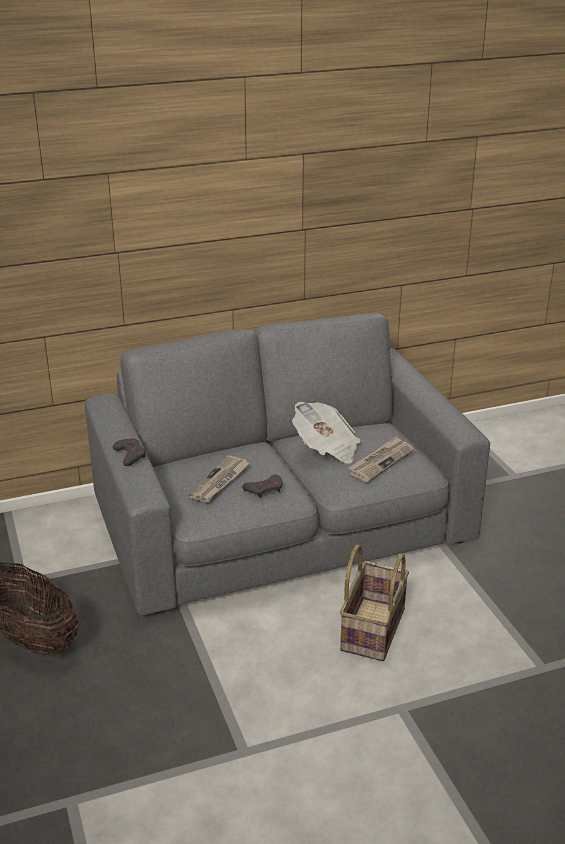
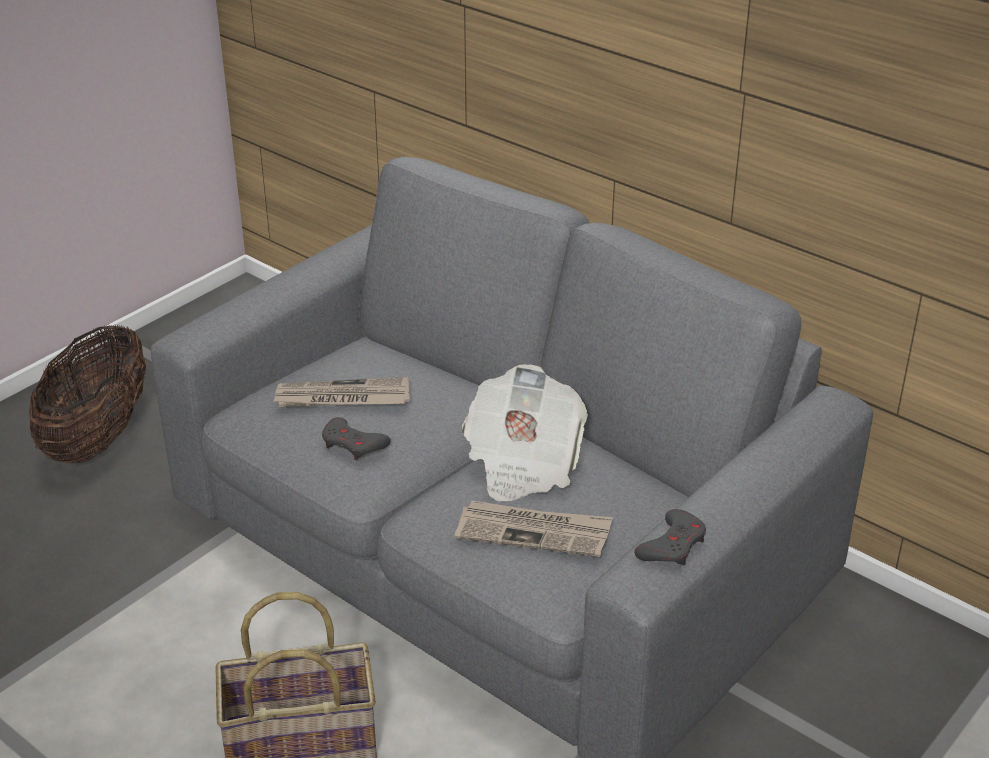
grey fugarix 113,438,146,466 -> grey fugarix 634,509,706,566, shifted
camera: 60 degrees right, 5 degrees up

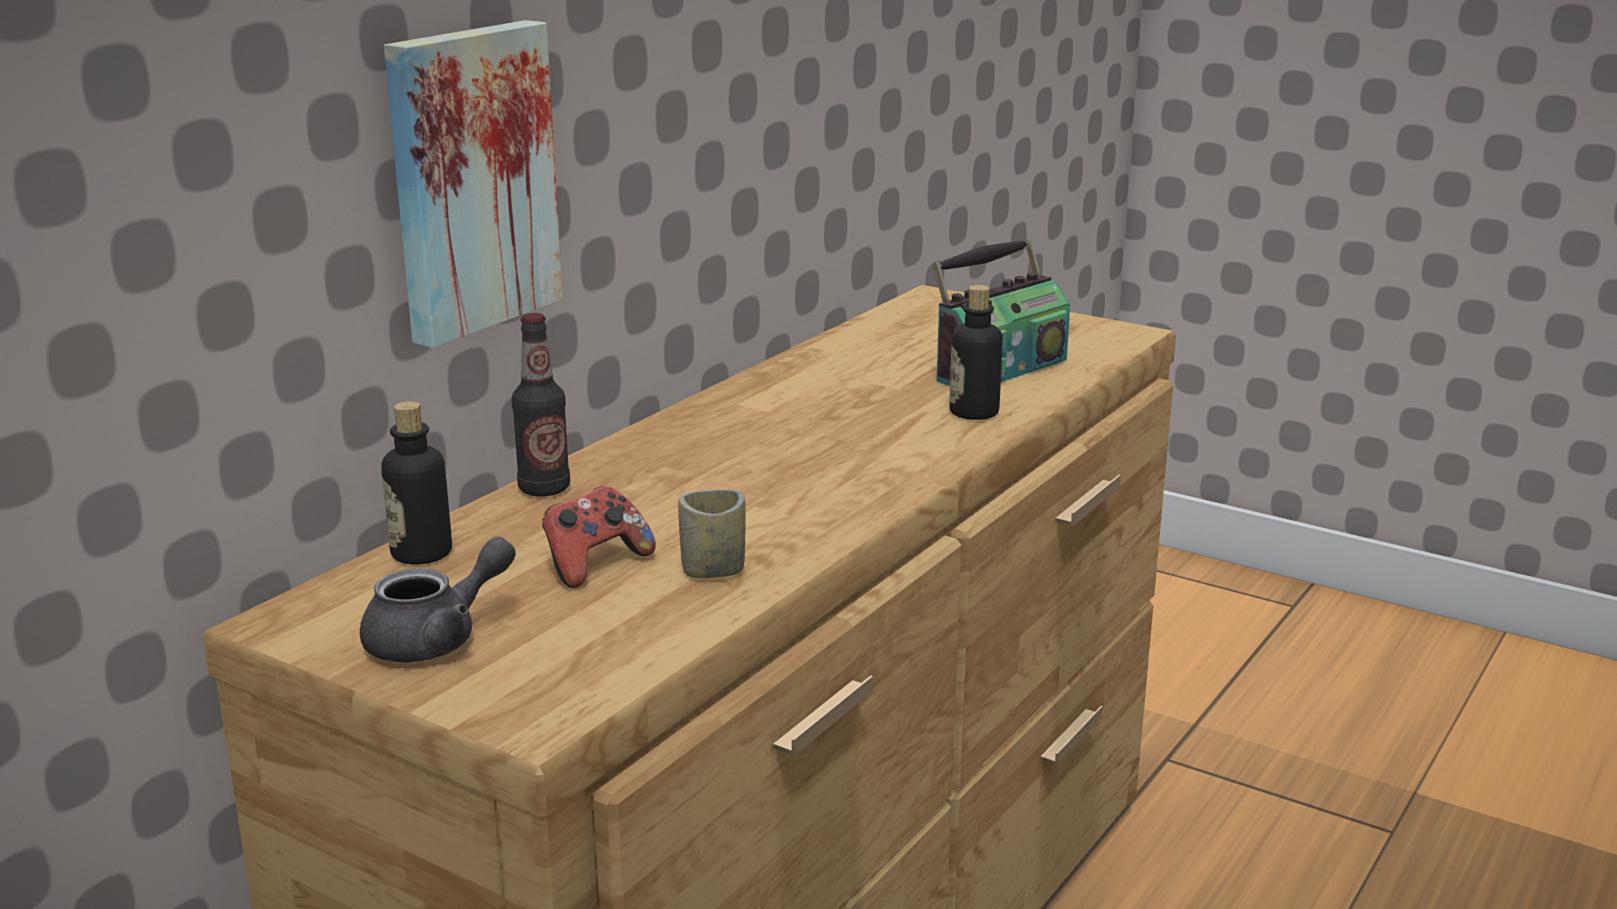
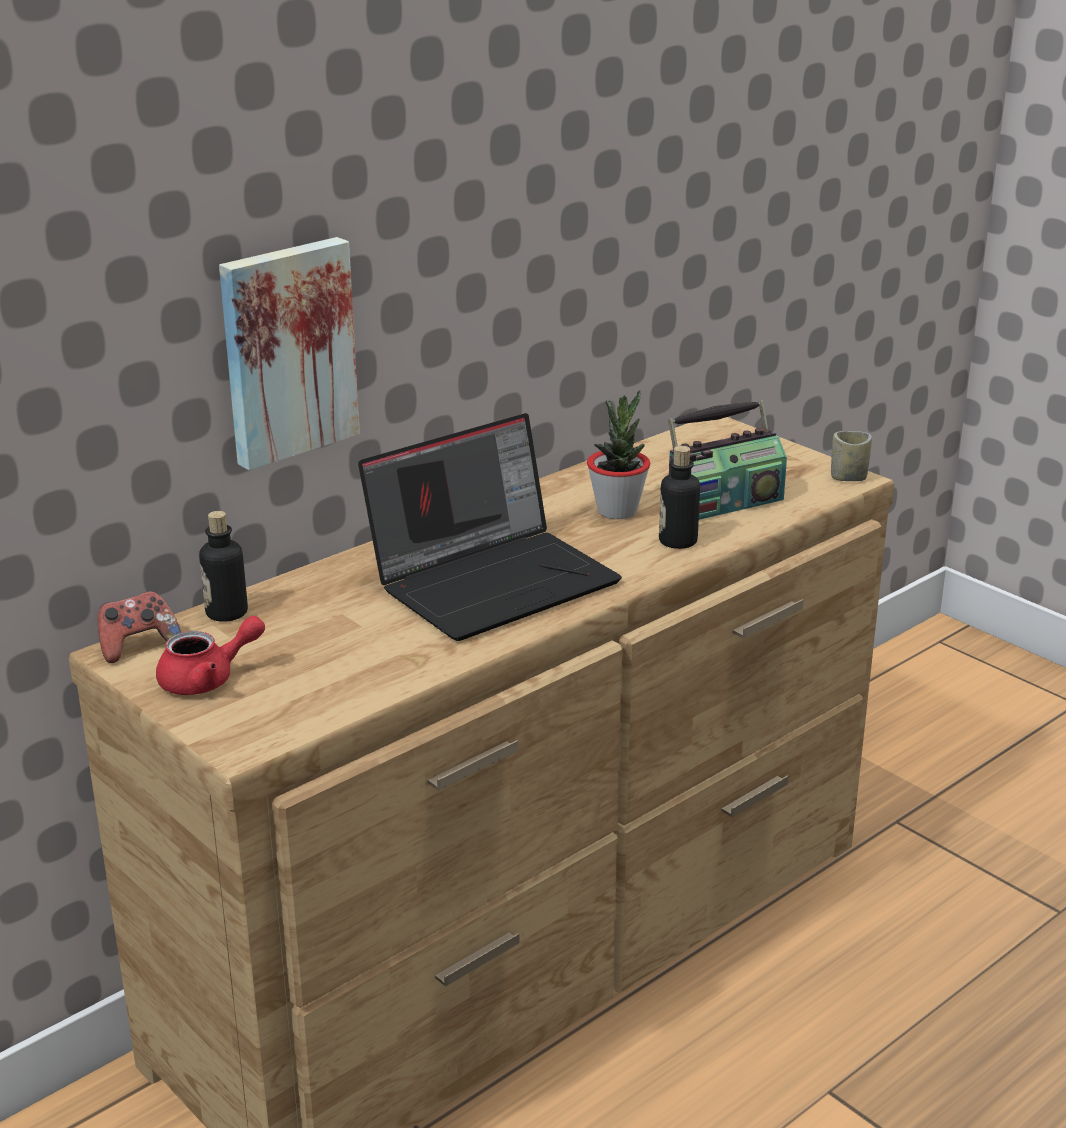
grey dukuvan 360,537,516,662 -> red dukuvan 156,616,265,695
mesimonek 512,313,570,496 -> none
fugarix 542,486,656,588 -> fugarix 97,591,181,663, shifted
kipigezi 678,489,746,578 -> kipigezi 831,431,872,481, shifted
none -> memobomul 358,413,622,641
none -> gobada 587,390,650,519
camera: 15 degrees right, 5 degrees up

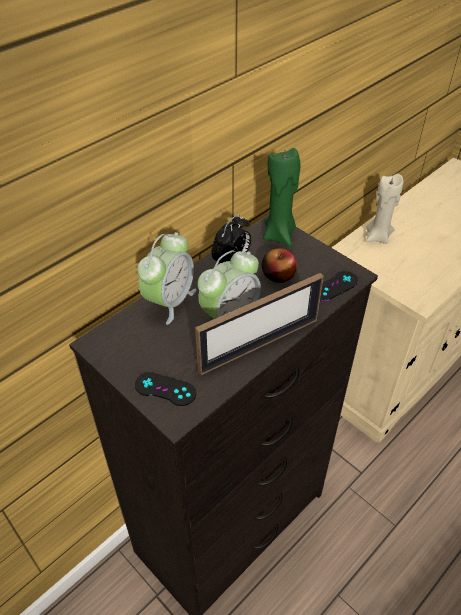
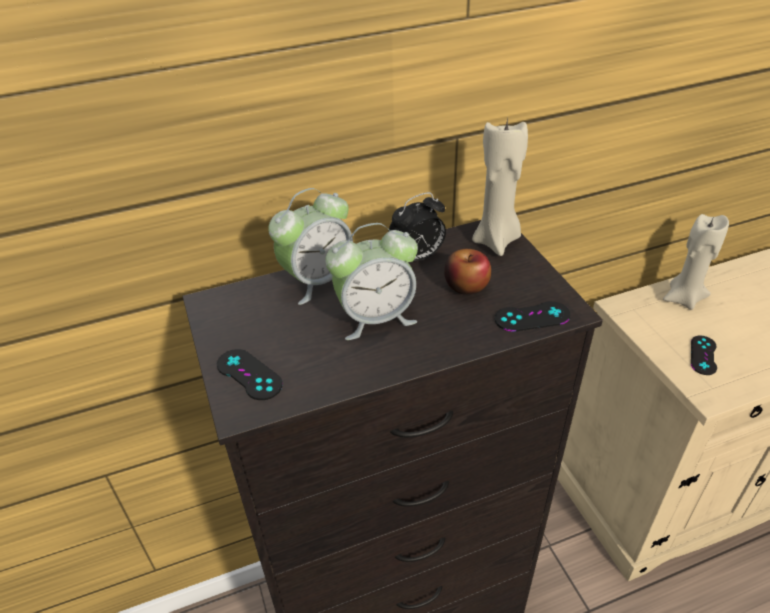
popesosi 195,273,324,375 -> none
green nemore 263,148,300,247 -> beige nemore 472,117,528,256
none -> black fugarix 691,335,717,375
camera: 25 degrees right, 5 degrees down

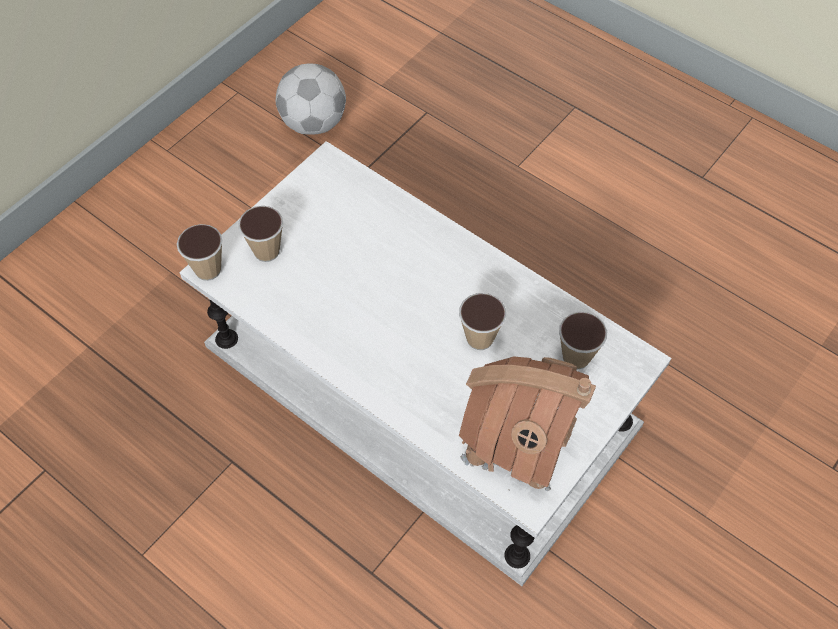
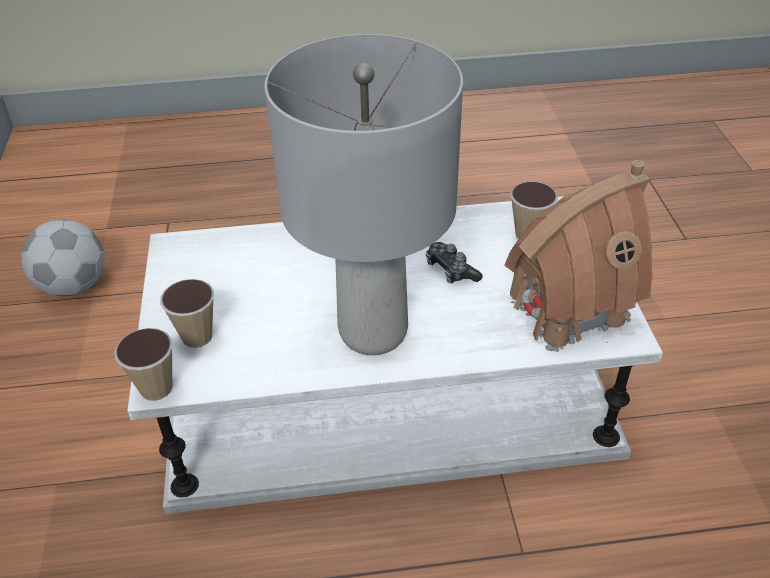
kipigezi 459,293,506,350 -> fugarix 426,242,483,284
none -> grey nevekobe 264,34,463,355
camera: 45 degrees left, 15 degrees down

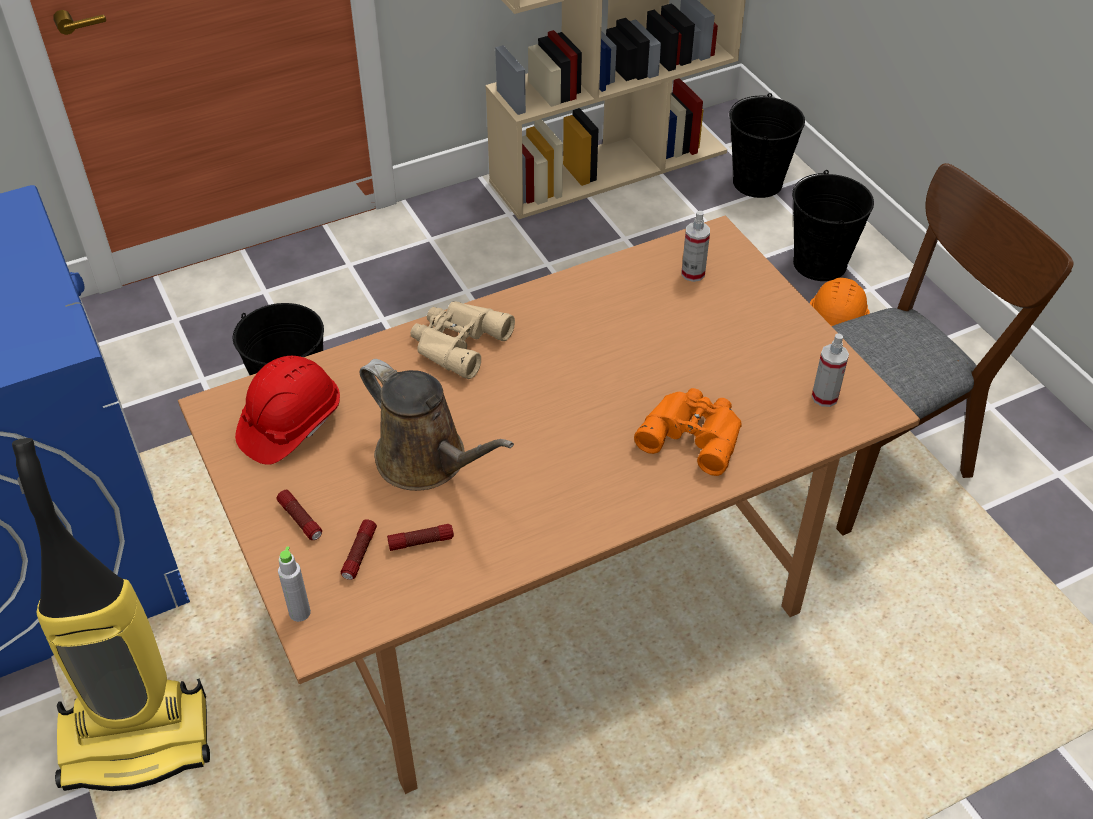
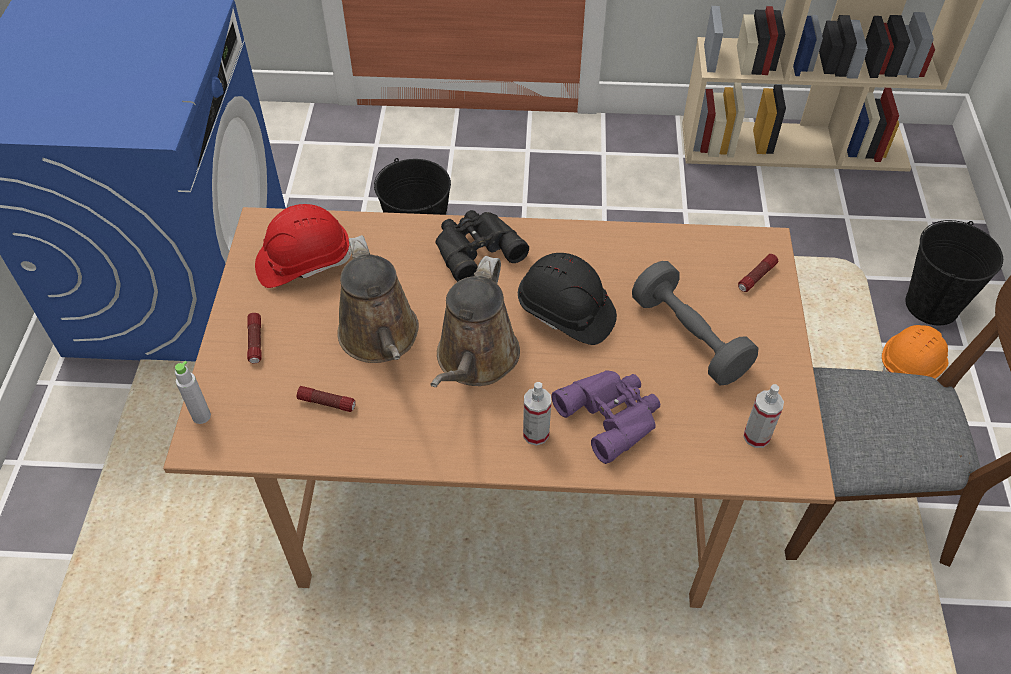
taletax 12,438,210,791 -> none
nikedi 341,519,377,580 -> nikedi 738,254,778,292, shifted
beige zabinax 410,301,515,379 -> black zabinax 435,210,529,282
orange zabinax 634,388,742,476 -> purple zabinax 551,370,660,464
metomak 682,211,710,282 -> metomak 523,382,551,446, shifted
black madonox 729,93,805,198 -> none
none -> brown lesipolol 430,256,520,387
none -> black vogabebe 518,253,617,345
none -> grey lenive 632,261,758,385
camera: 30 degrees right, 5 degrees up

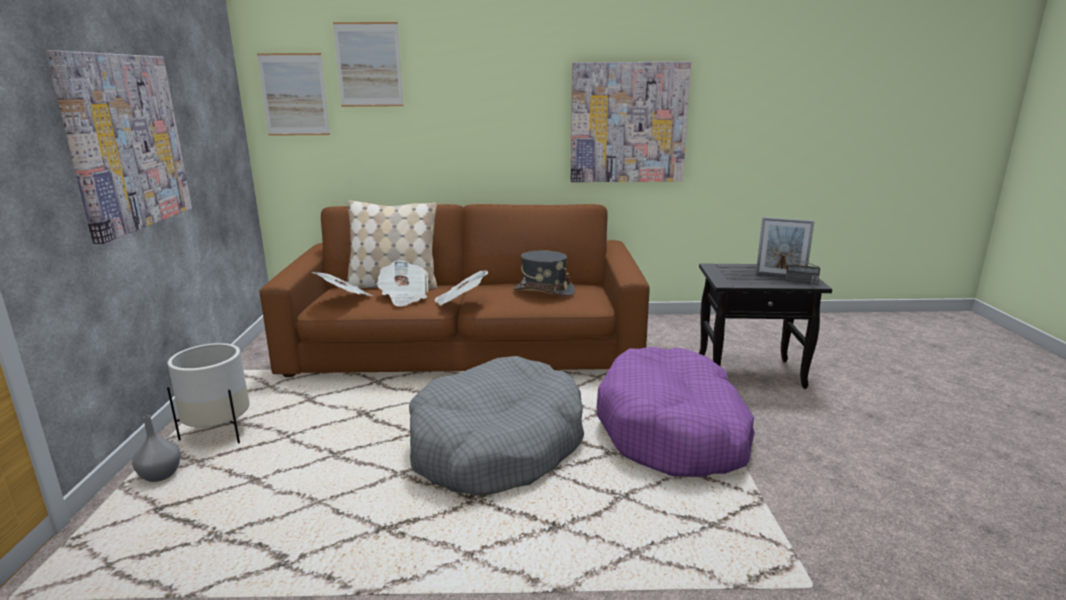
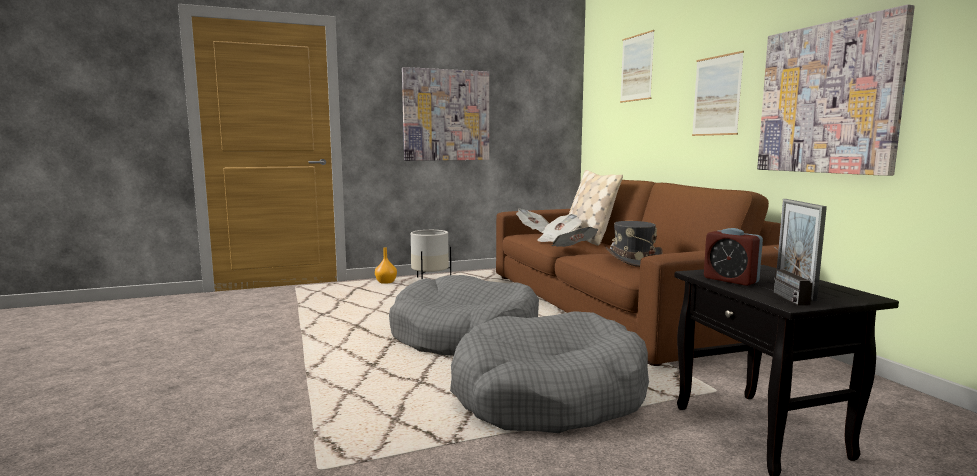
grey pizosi 132,415,181,482 -> orange pizosi 375,247,397,284
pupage 257,53,330,136 -> pupage 692,51,744,136, shifted
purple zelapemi 597,347,755,477 -> grey zelapemi 450,311,649,433
none -> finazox 704,228,763,286
camera: 70 degrees right, 10 degrees down

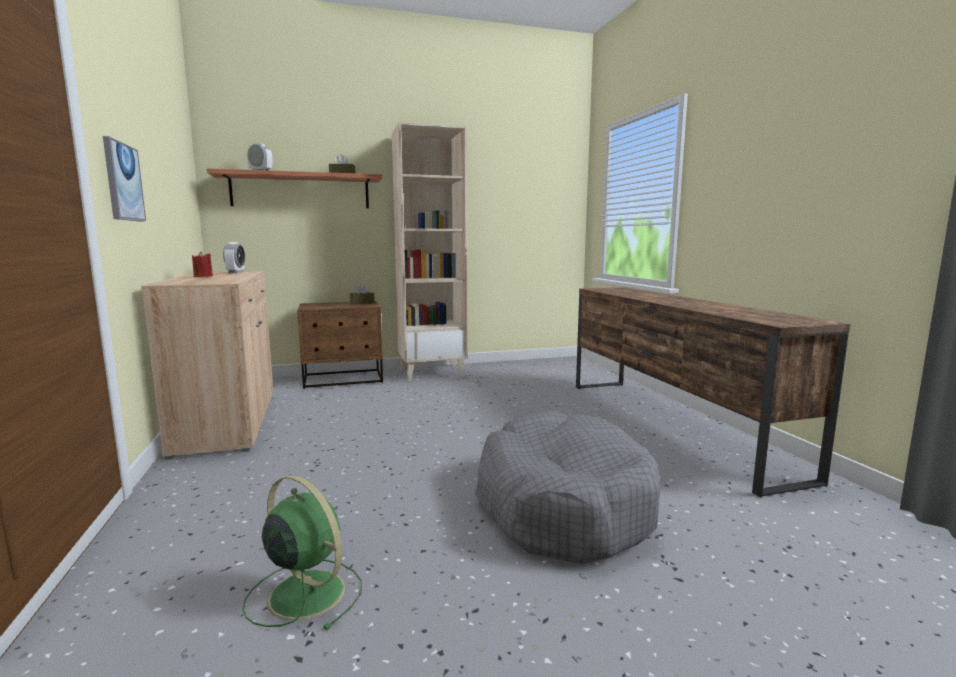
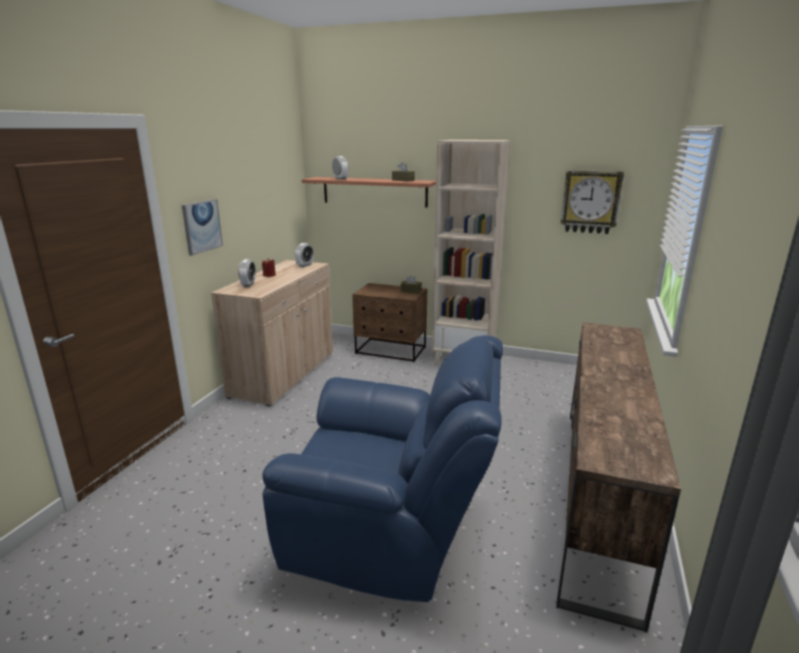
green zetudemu 242,475,362,631 -> none
grey zelapemi 475,411,661,564 -> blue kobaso 263,335,503,602
none -> finazox 238,259,256,287
none -> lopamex 561,170,624,234
camera: 35 degrees right, 10 degrees up

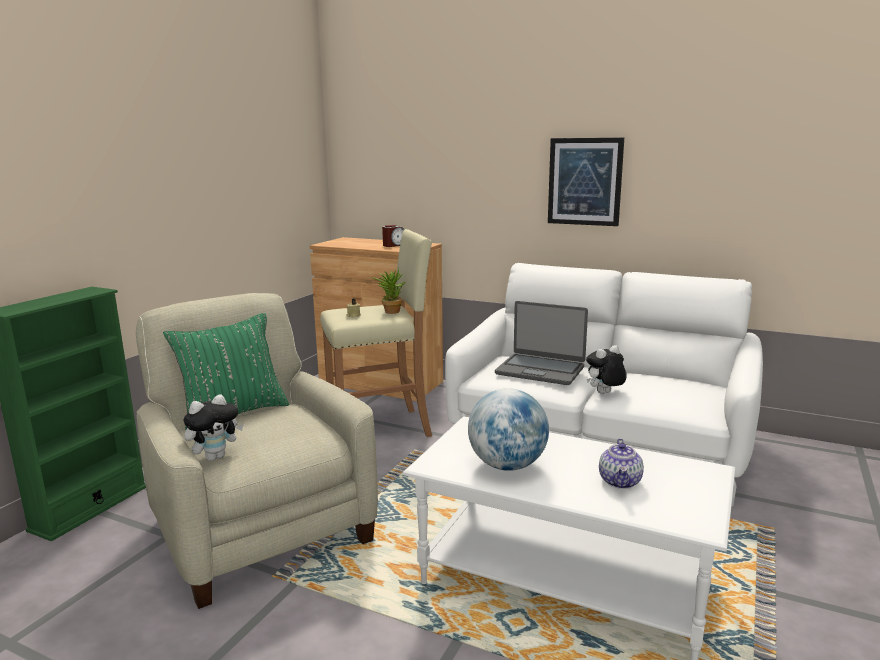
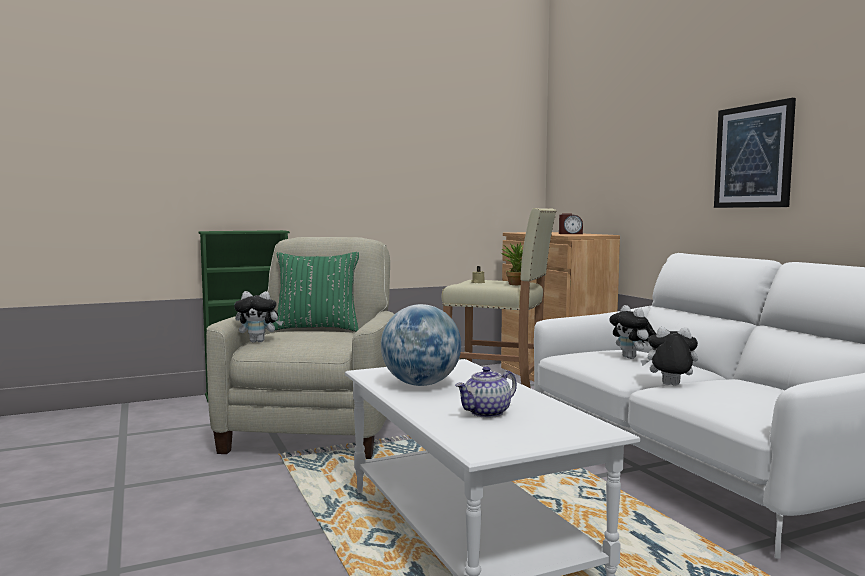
memobomul 495,301,588,385 -> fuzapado 609,305,656,359
camera: 40 degrees right, 10 degrees down

